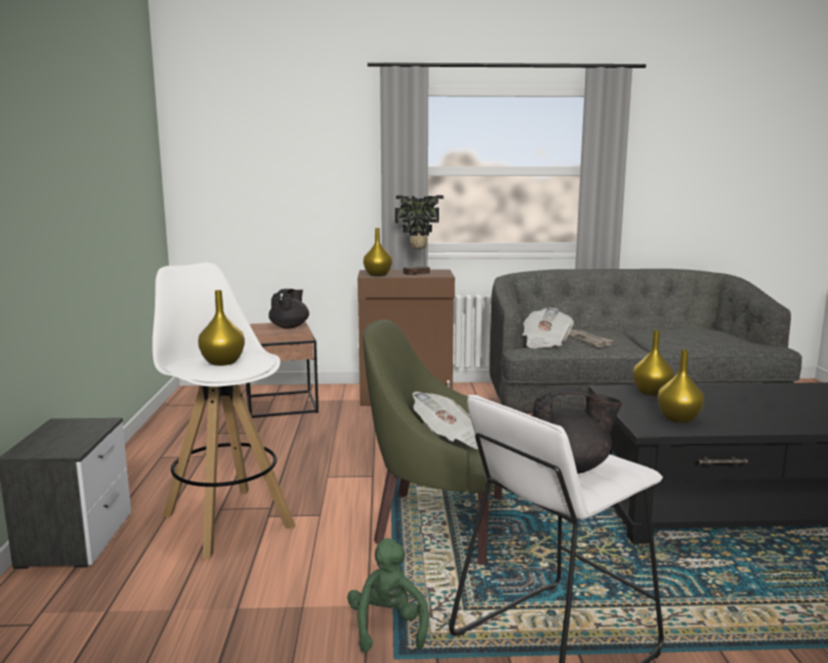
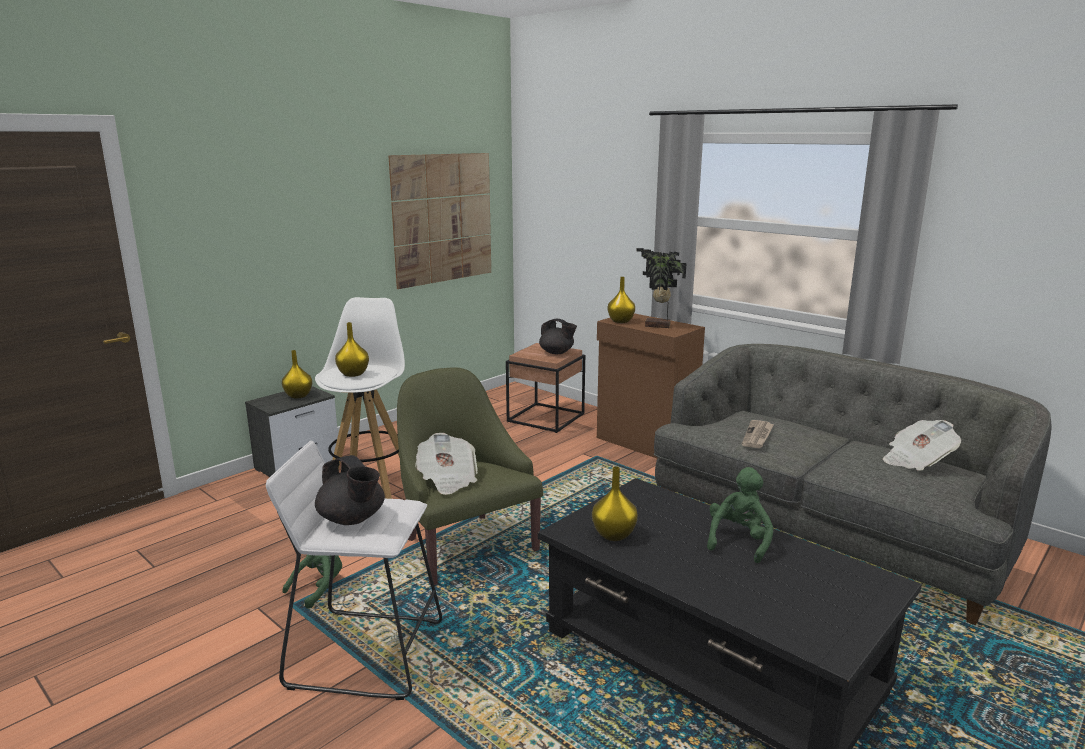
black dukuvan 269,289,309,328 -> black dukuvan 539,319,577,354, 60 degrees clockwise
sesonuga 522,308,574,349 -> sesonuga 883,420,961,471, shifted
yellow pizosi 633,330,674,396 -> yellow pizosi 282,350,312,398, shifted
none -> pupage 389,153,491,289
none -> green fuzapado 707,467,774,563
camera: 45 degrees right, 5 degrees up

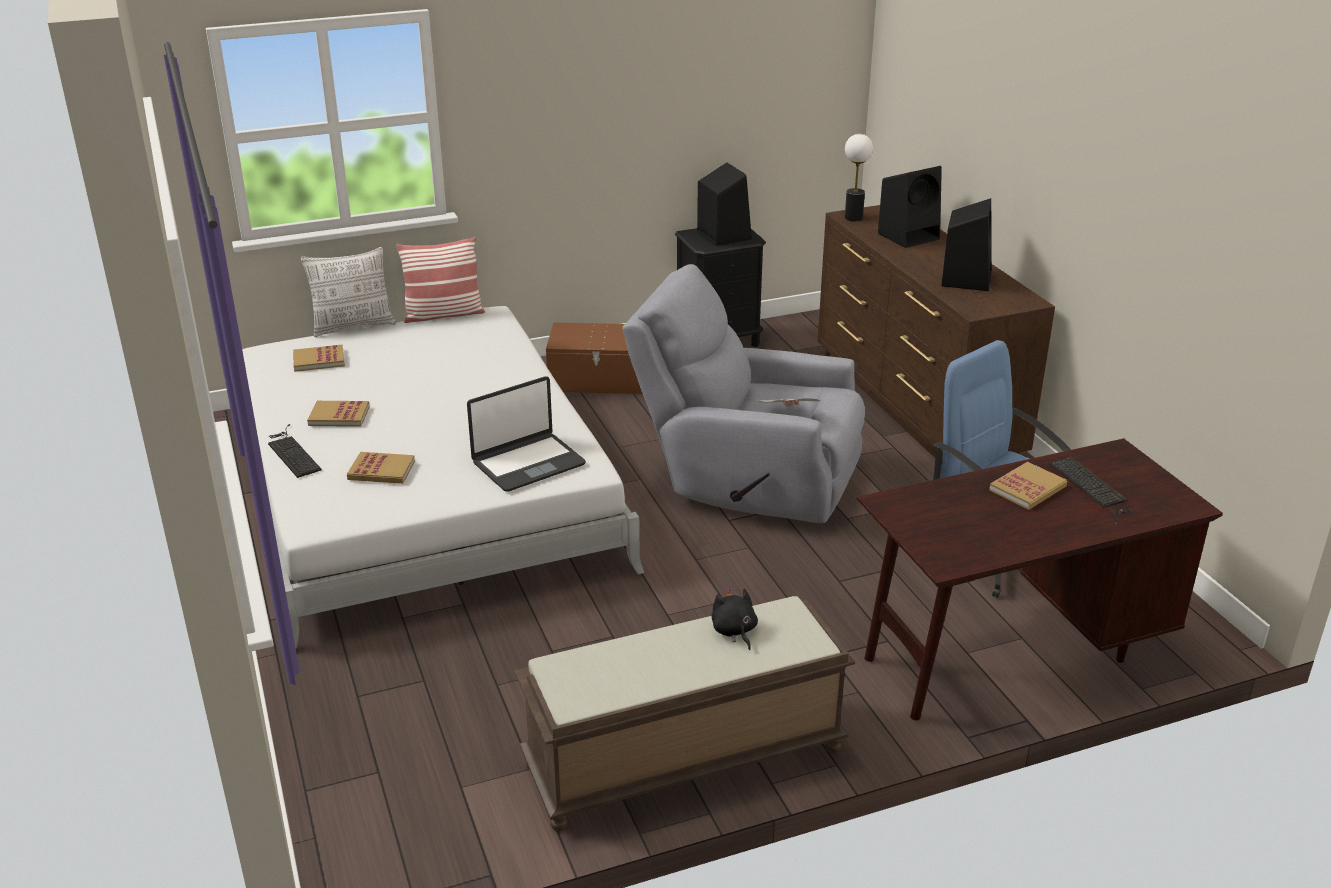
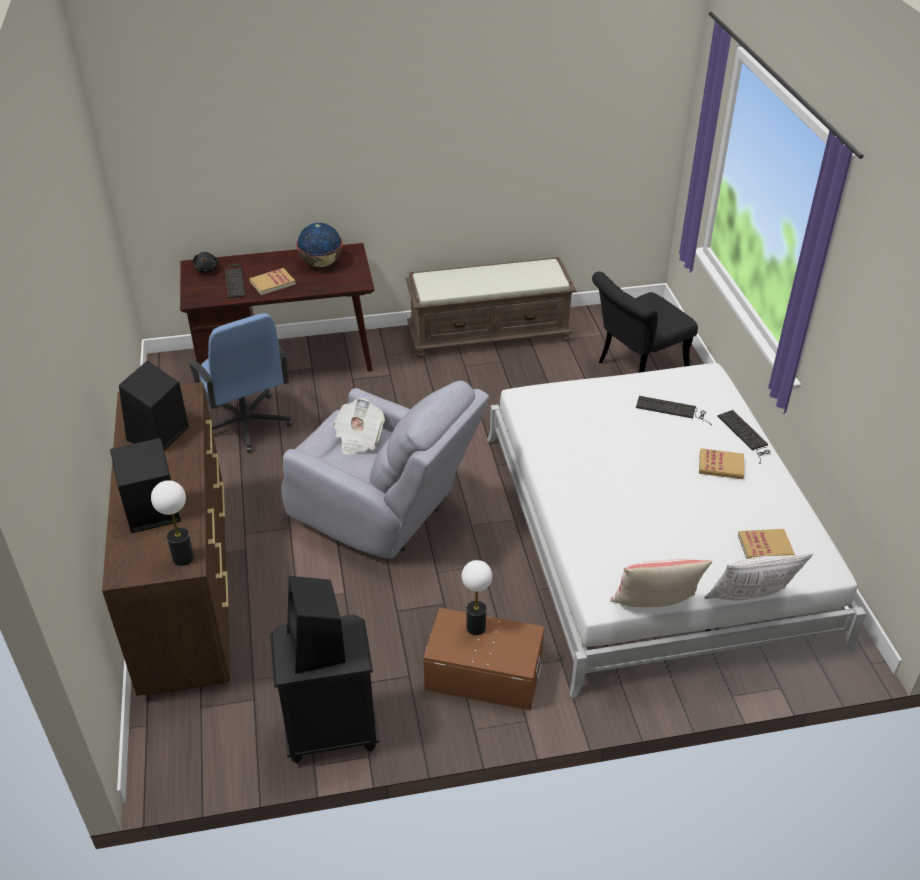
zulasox 347,452,415,484 -> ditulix 636,396,712,426
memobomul 467,377,586,492 -> none
black fuzapado 712,588,758,650 -> black fuzapado 193,252,219,273, shifted
none -> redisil 296,223,342,267
none -> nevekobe 462,560,492,635
none -> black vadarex 592,271,698,373
camera: 170 degrees left, 10 degrees up

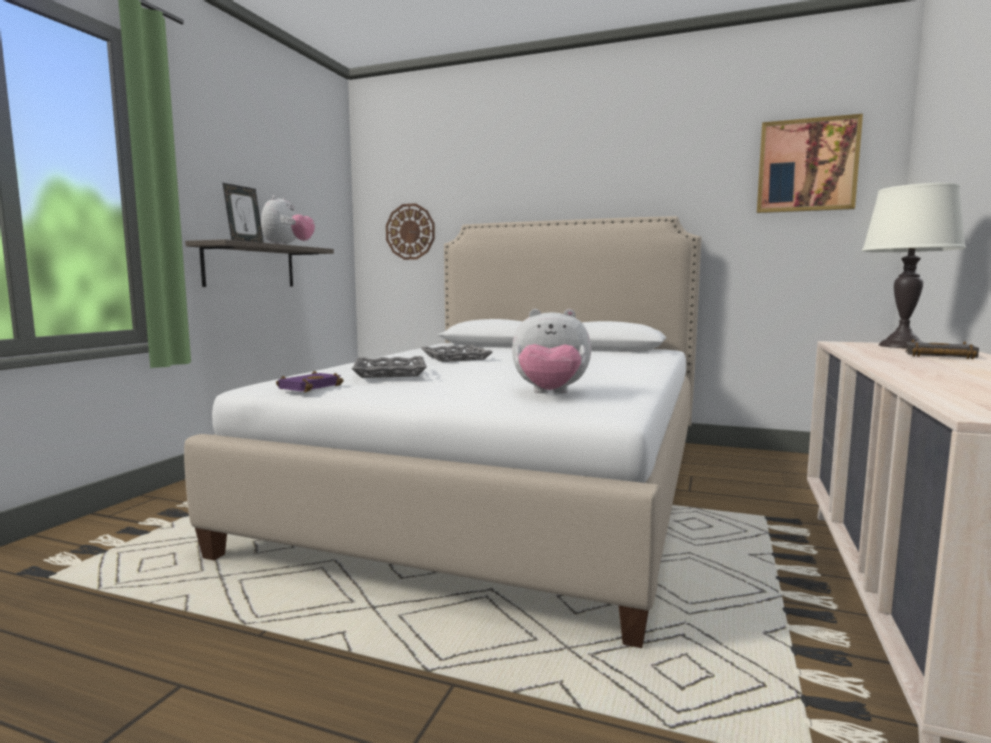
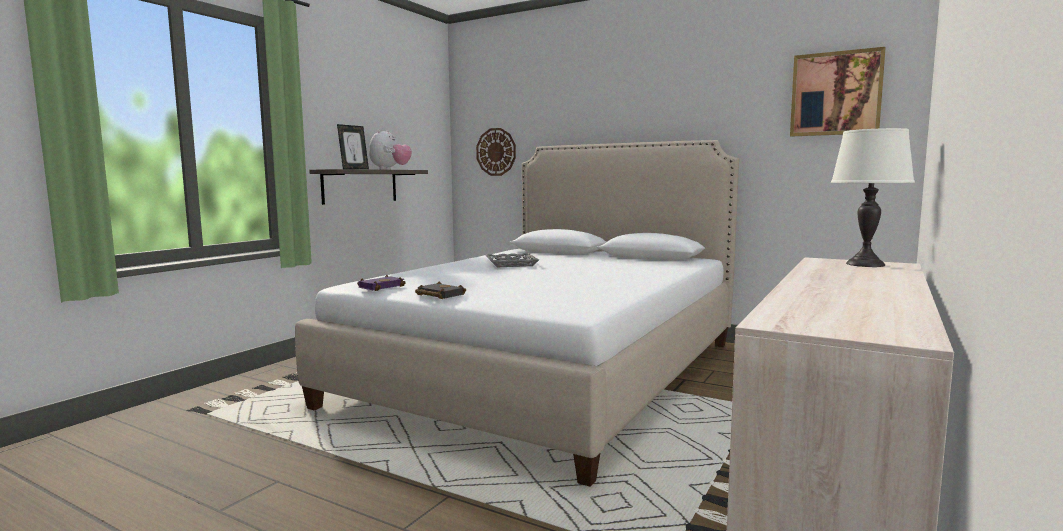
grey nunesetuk 352,356,427,378 -> none
fuzapado 512,309,591,394 -> none
black zulasox 905,339,979,359 -> black zulasox 415,282,466,299, shifted
camera: 10 degrees right, 0 degrees up

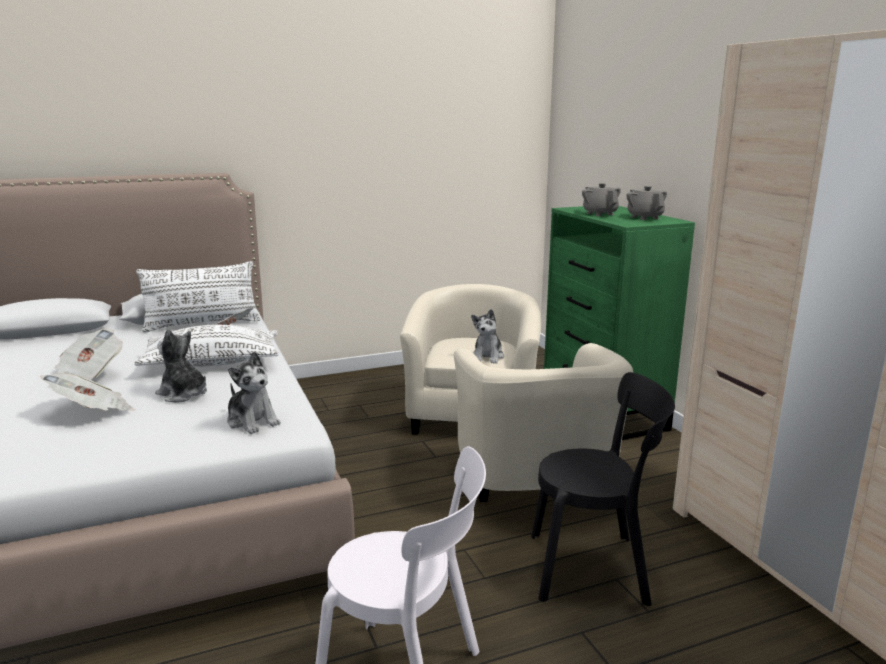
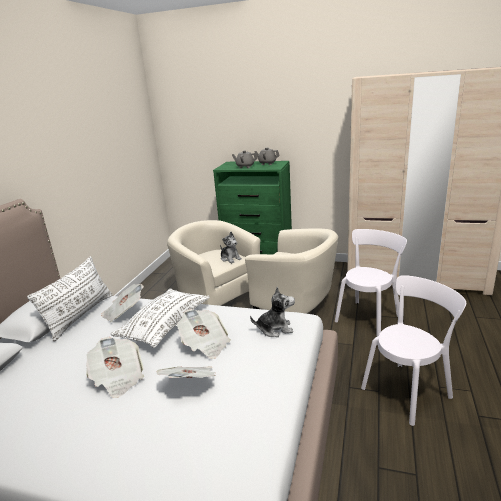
fuzapado 155,329,207,403 -> sesonuga 177,309,231,359
black vadarex 531,372,675,606 -> white vadarex 335,229,407,337
camera: 50 degrees left, 5 degrees up

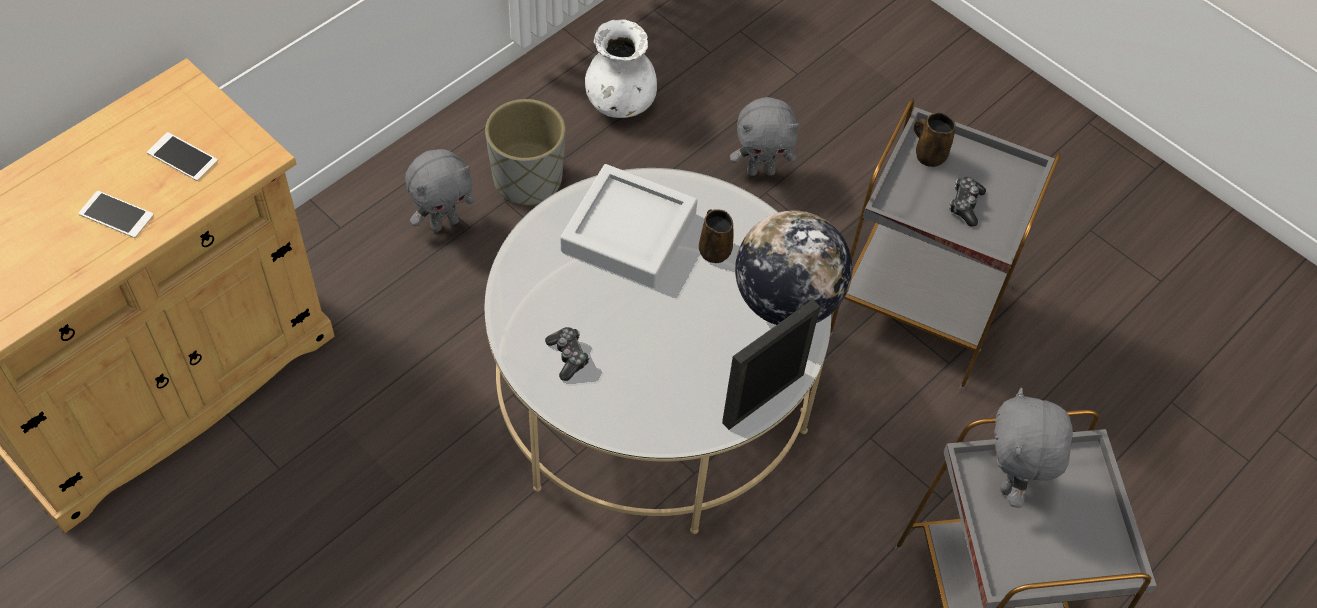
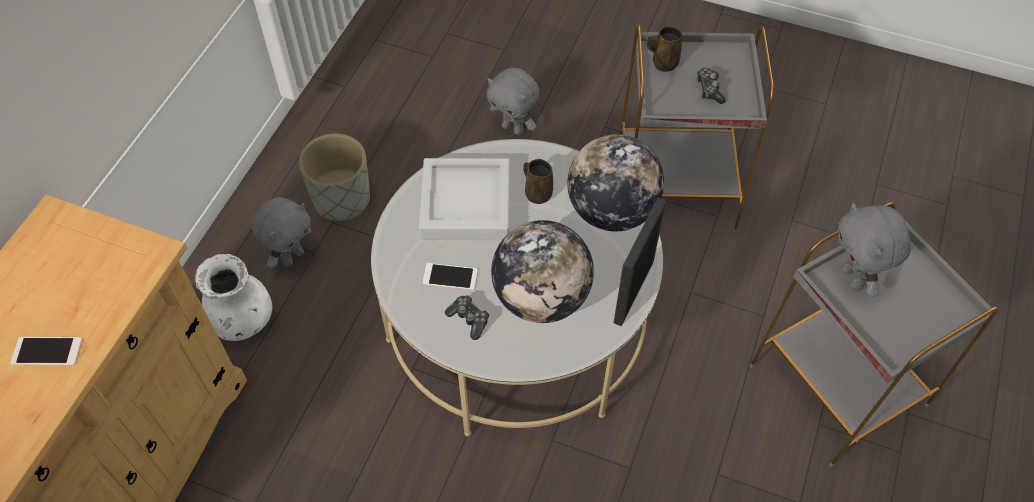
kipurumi 147,132,218,181 -> kipurumi 423,263,478,290, shifted
white pizosi 585,20,657,118 -> white pizosi 195,254,272,341, shifted
grey fuzapado 730,97,799,176 -> grey fuzapado 487,68,539,135, 60 degrees clockwise
none -> redisil 491,220,594,323
camera: 20 degrees left, 0 degrees up

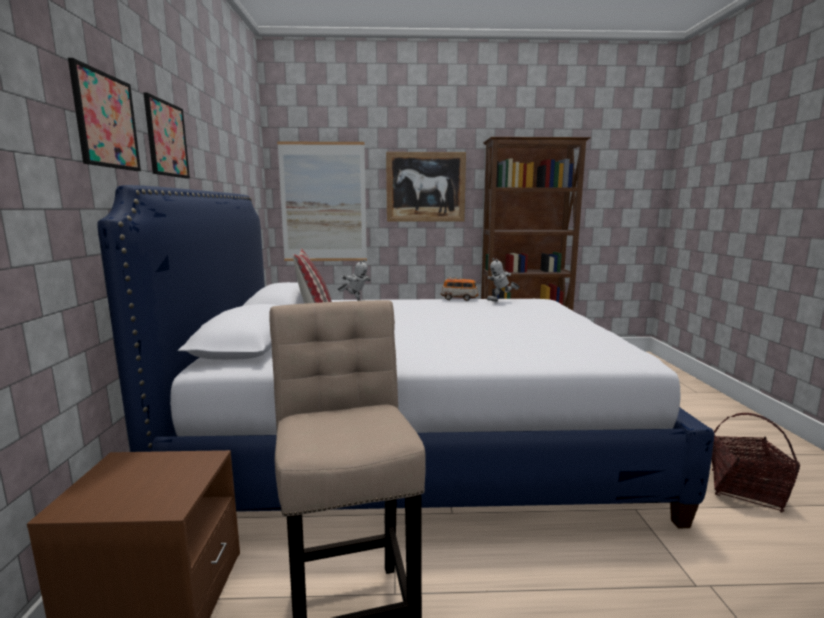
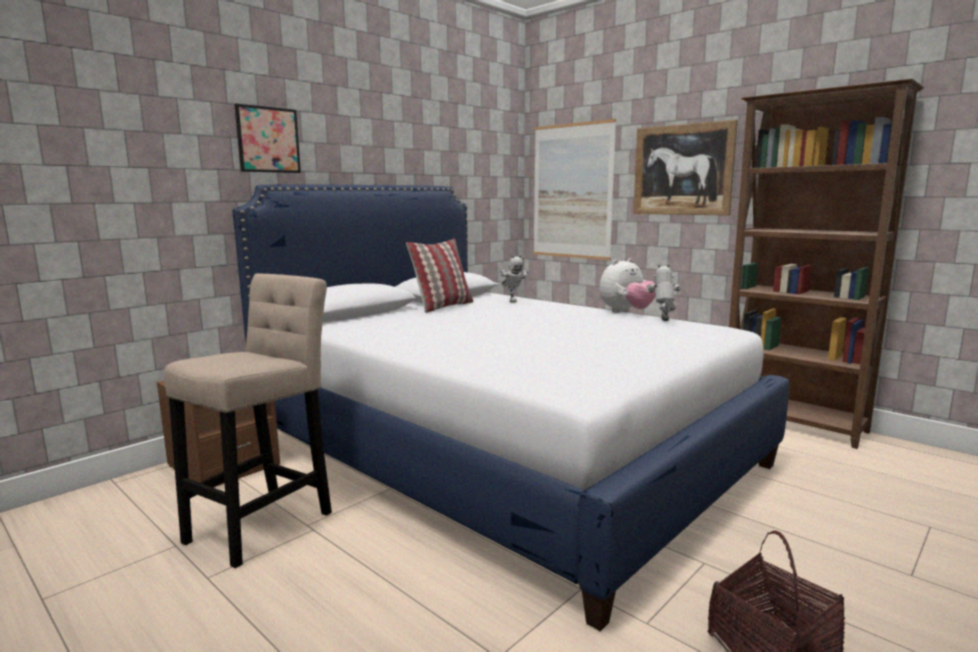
pupage 144,93,190,179 -> none
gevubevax 440,277,479,301 -> fuzapado 599,258,656,313
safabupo 487,258,520,301 -> safabupo 646,263,681,321, 60 degrees clockwise
camera: 45 degrees right, 0 degrees up

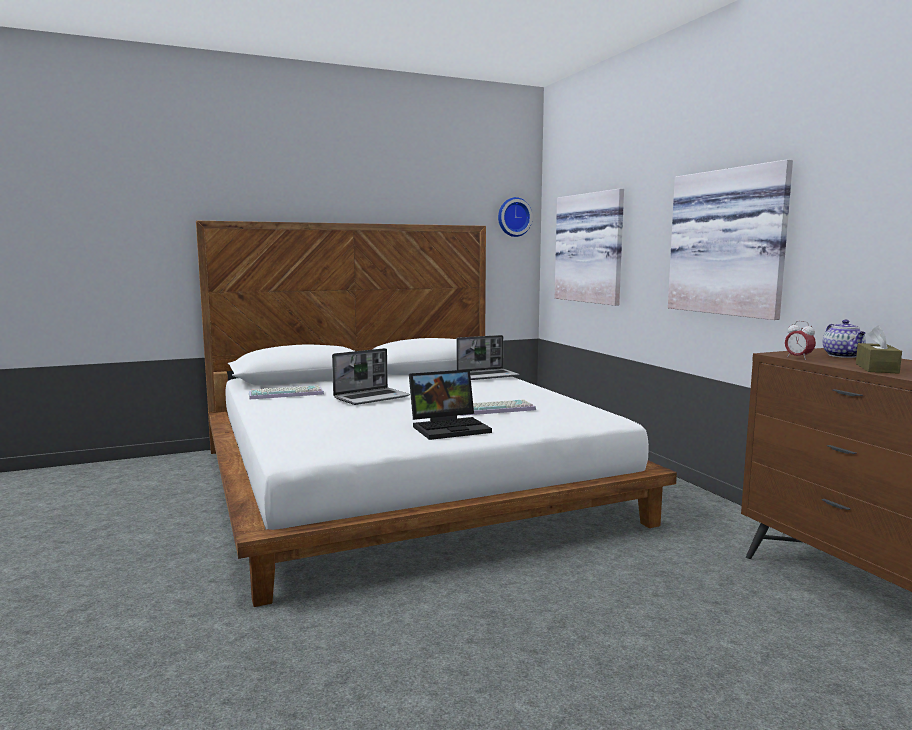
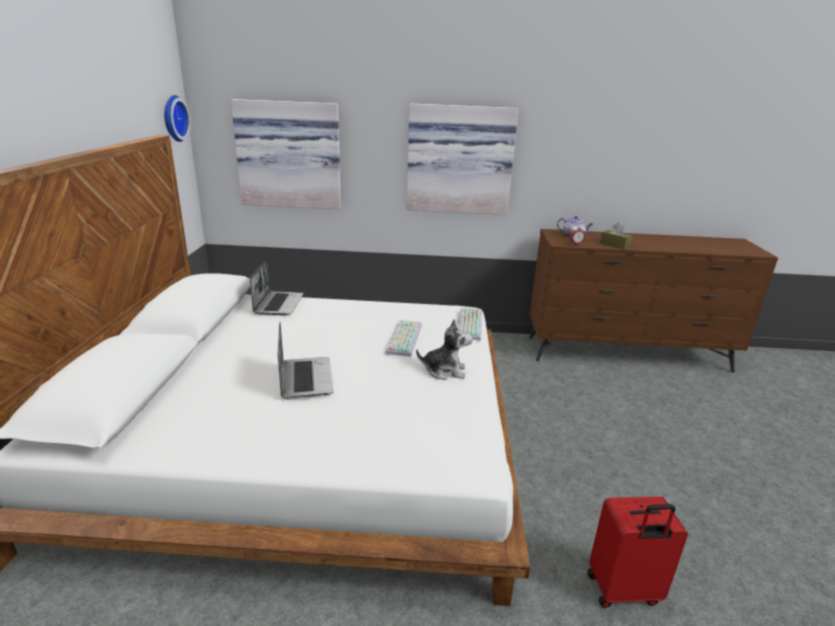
ditulix 249,385,324,399 -> ditulix 458,307,482,340, shifted
memobomul 409,369,492,440 -> fuzapado 416,319,473,380
none -> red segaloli 587,497,688,608
camera: 65 degrees left, 15 degrees up

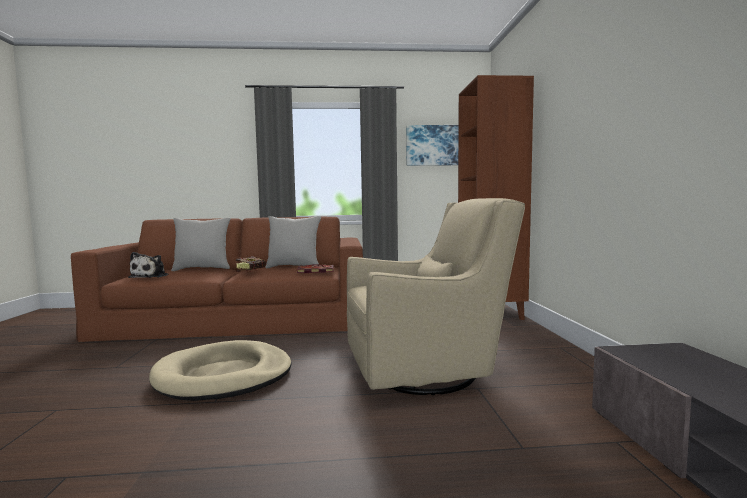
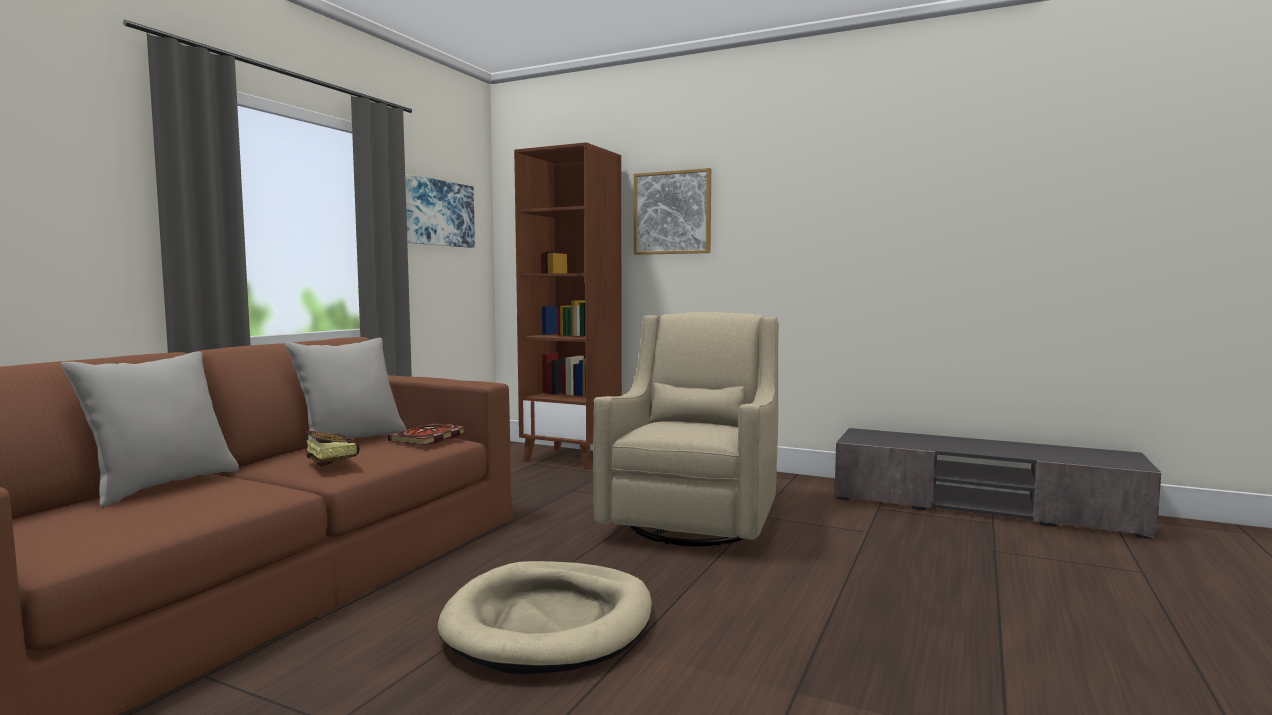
fuzapado 128,252,169,278 -> none
none -> pupage 634,168,711,255
camera: 60 degrees left, 0 degrees up

